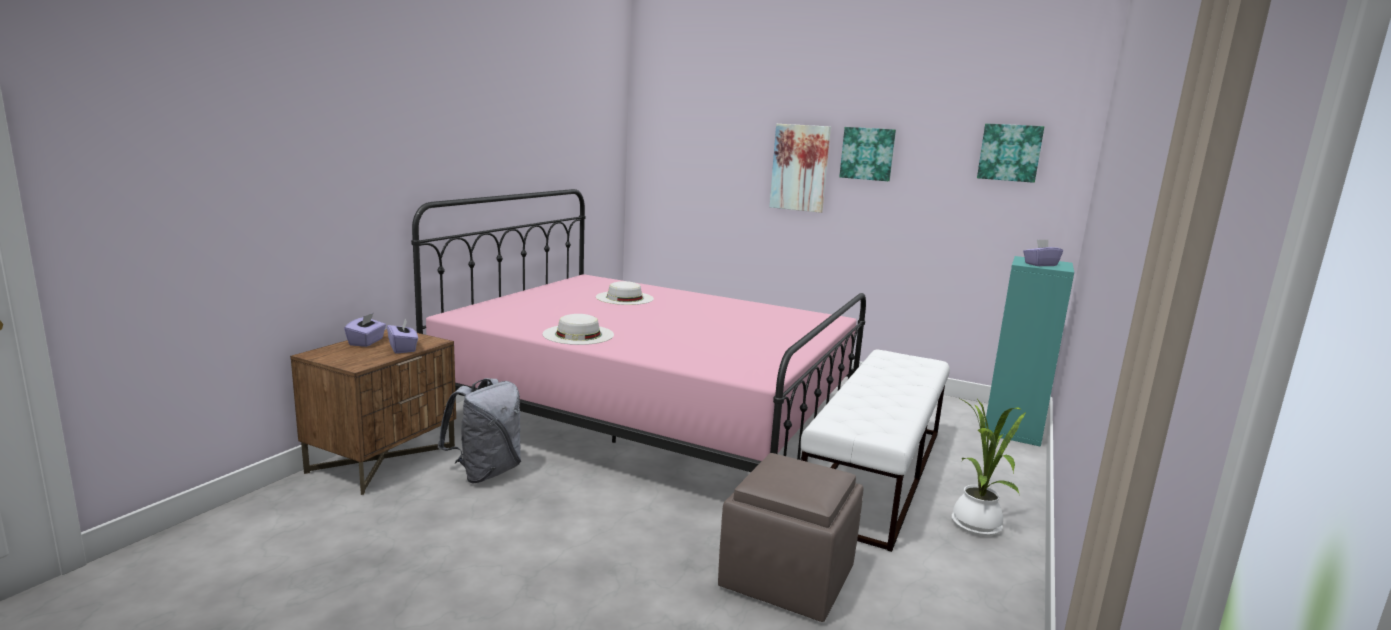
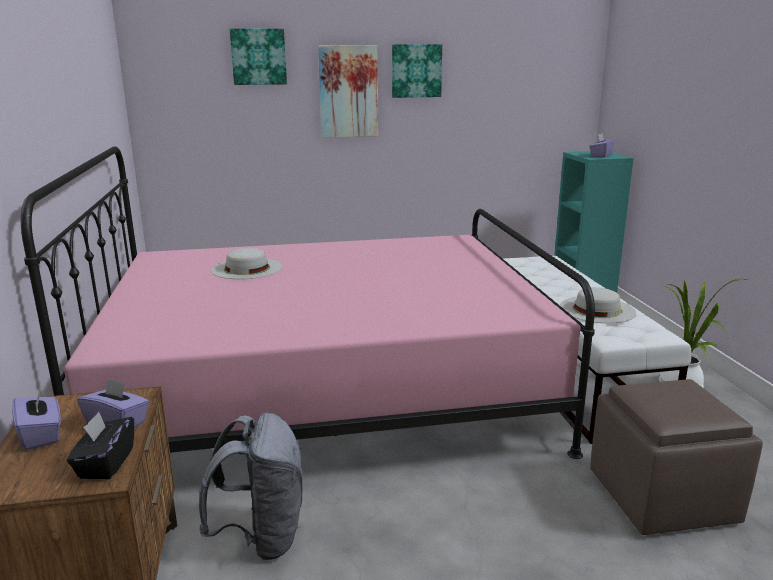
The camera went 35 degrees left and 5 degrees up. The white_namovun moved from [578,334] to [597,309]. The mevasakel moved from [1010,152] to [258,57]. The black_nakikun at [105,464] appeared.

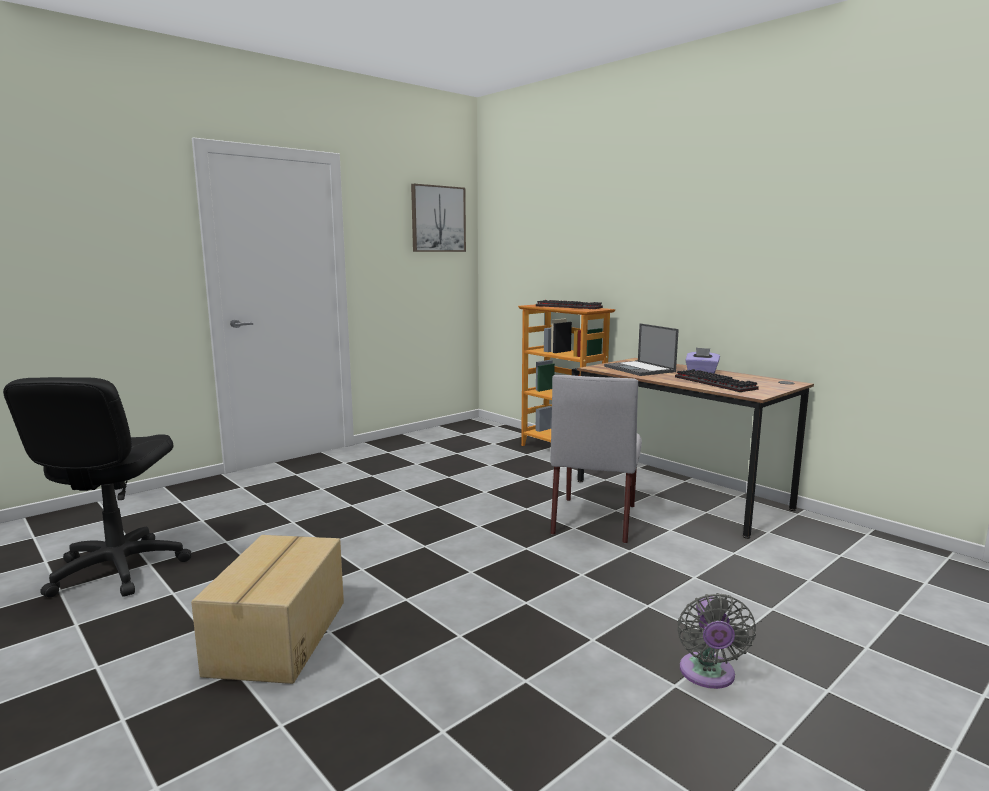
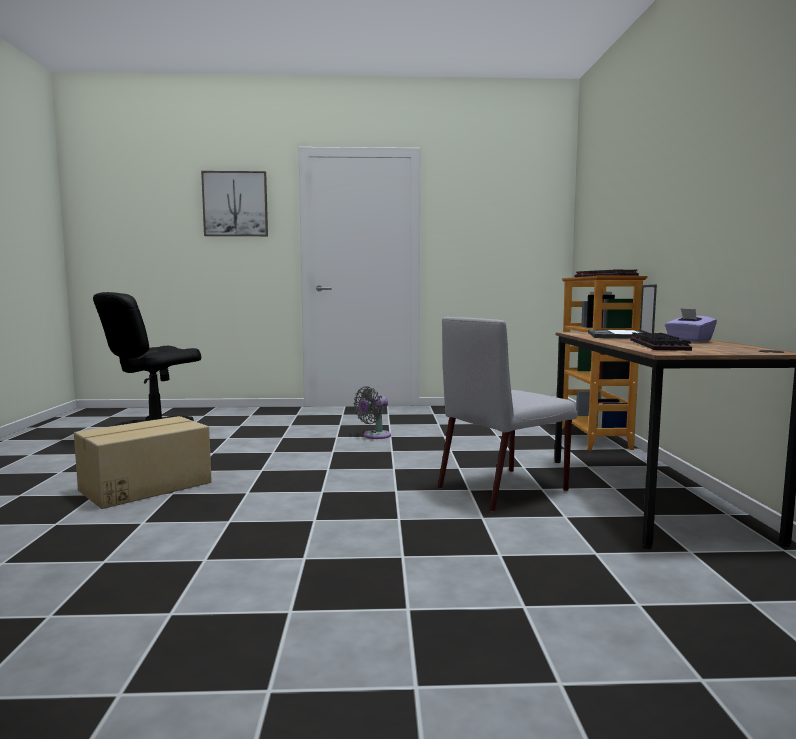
The camera went 40 degrees right and 5 degrees down. The mevasakel moved from [438,219] to [235,204]. The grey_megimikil moved from [708,675] to [374,436].

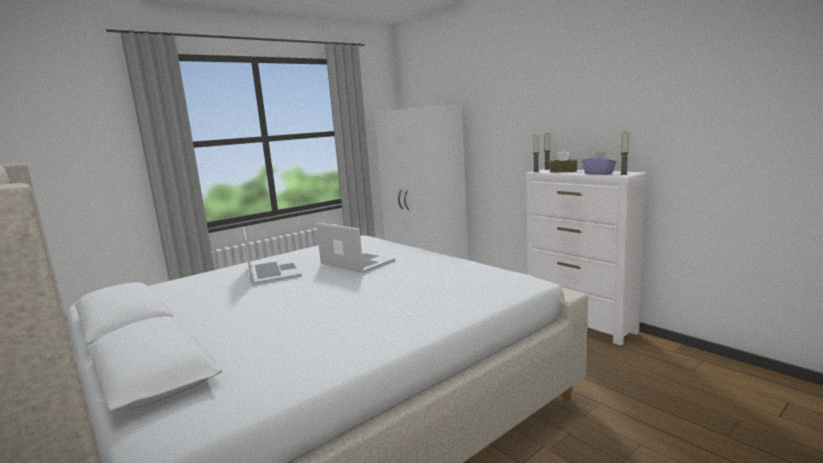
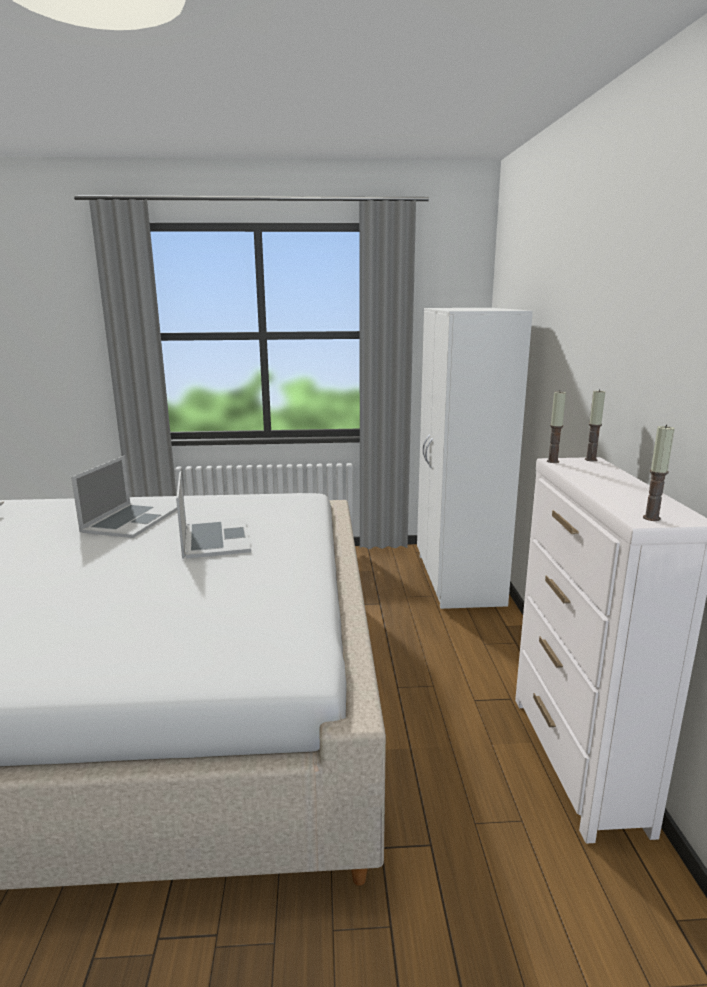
The camera went 35 degrees right and 5 degrees up. The brown_nakikun at [563,171] disappeared. The purple_nakikun at [598,173] disappeared.

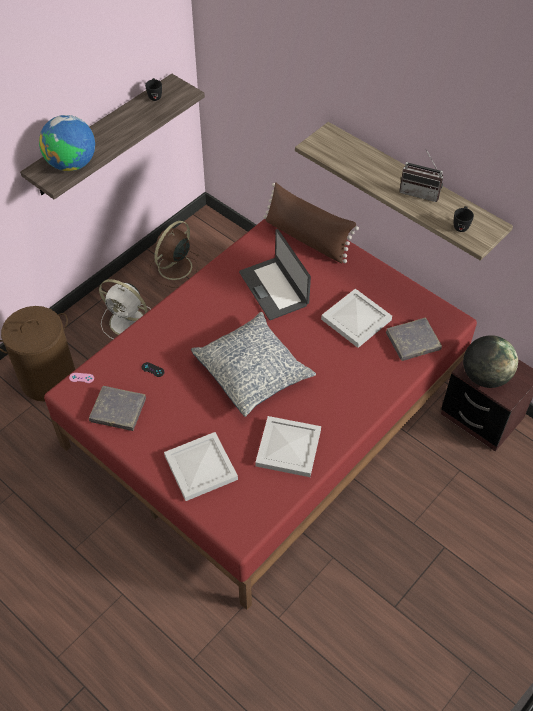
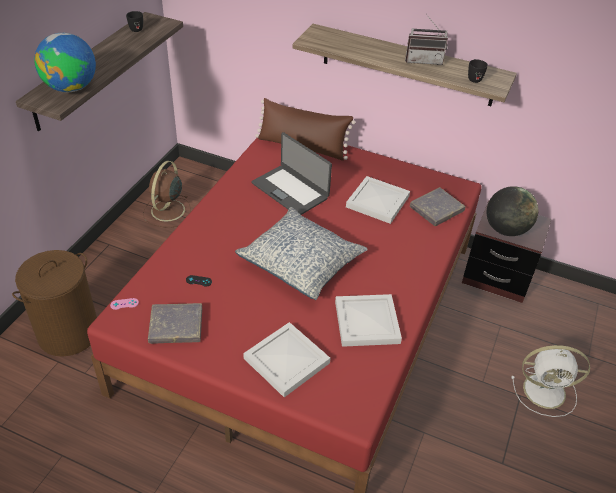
The camera went 20 degrees left and 10 degrees down. The white_megimikil moved from [129,322] to [546,391].

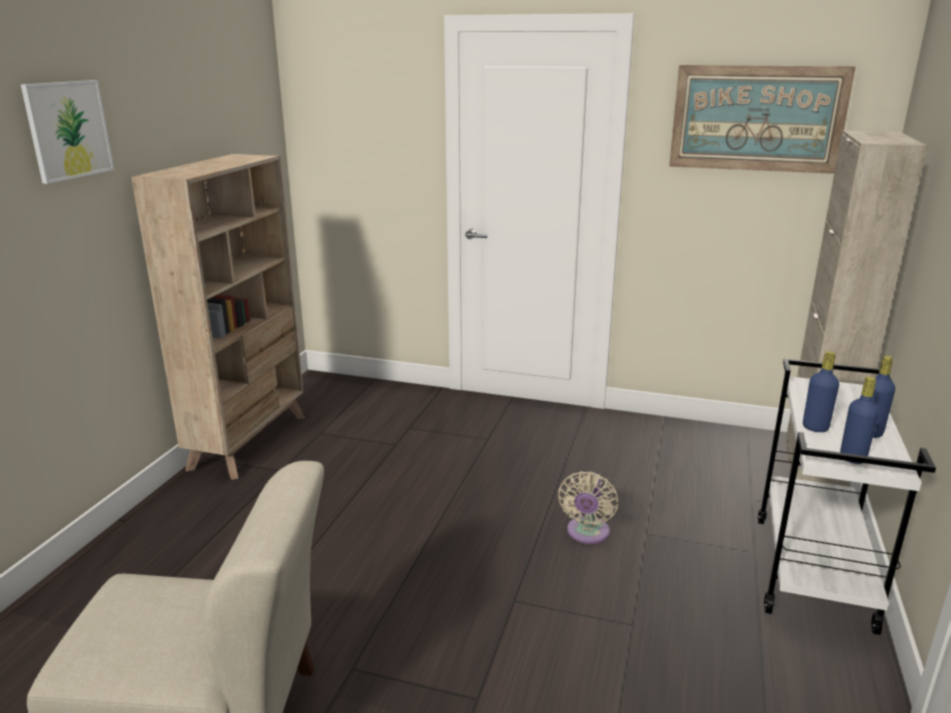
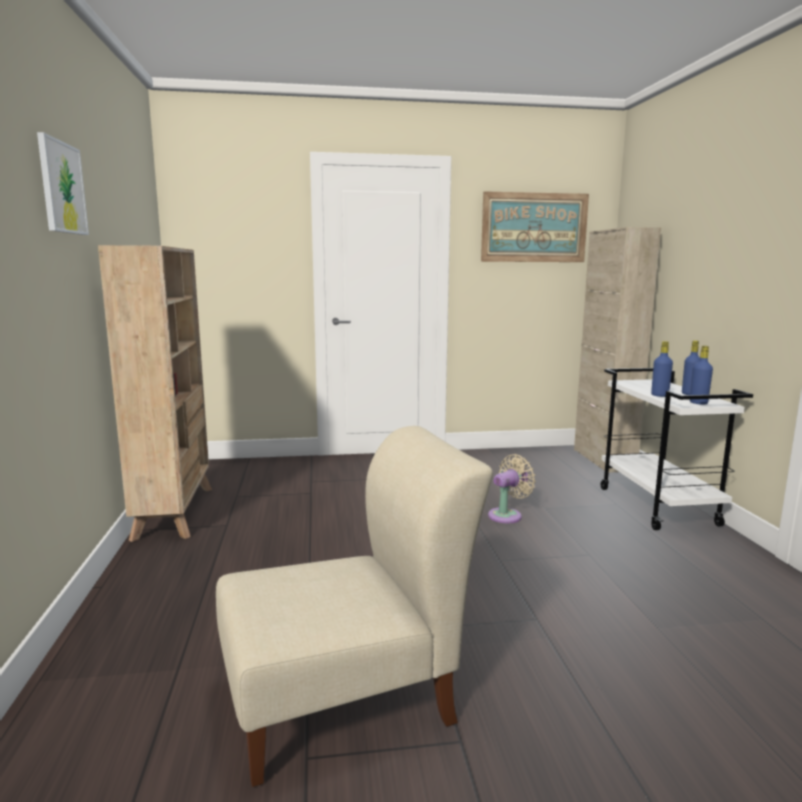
The camera went 25 degrees left and 10 degrees down. The beige_megimikil at [587,534] turned 120 degrees counterclockwise.

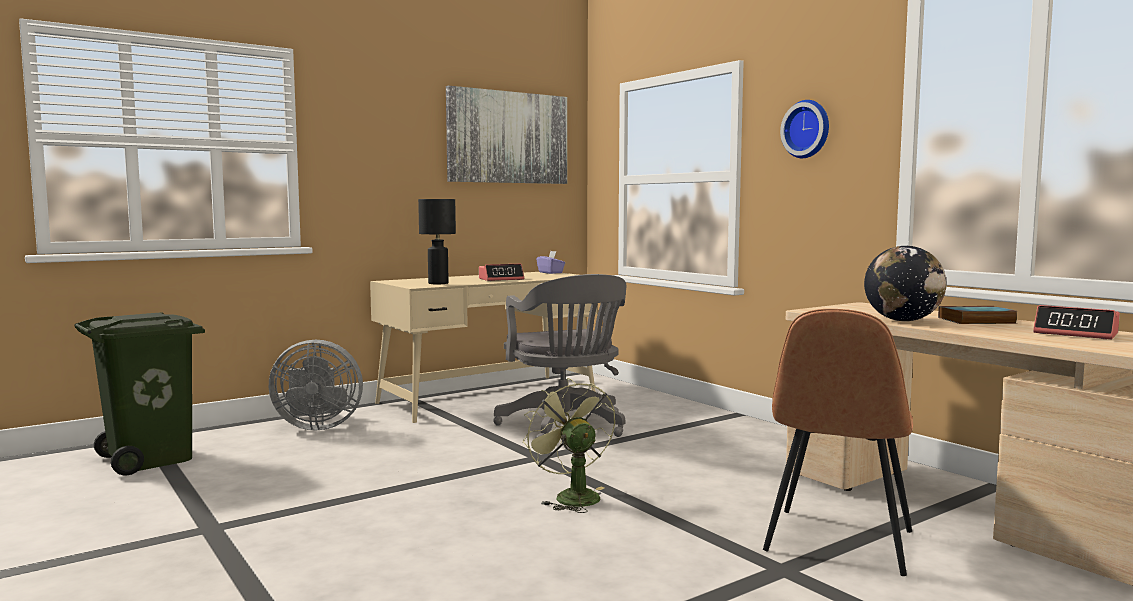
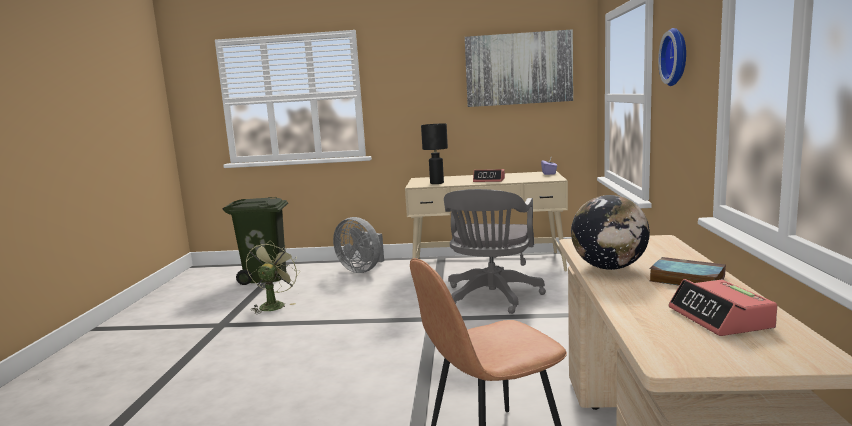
The camera went 40 degrees right and 5 degrees up. The green_megimikil moved from [571,496] to [273,305].

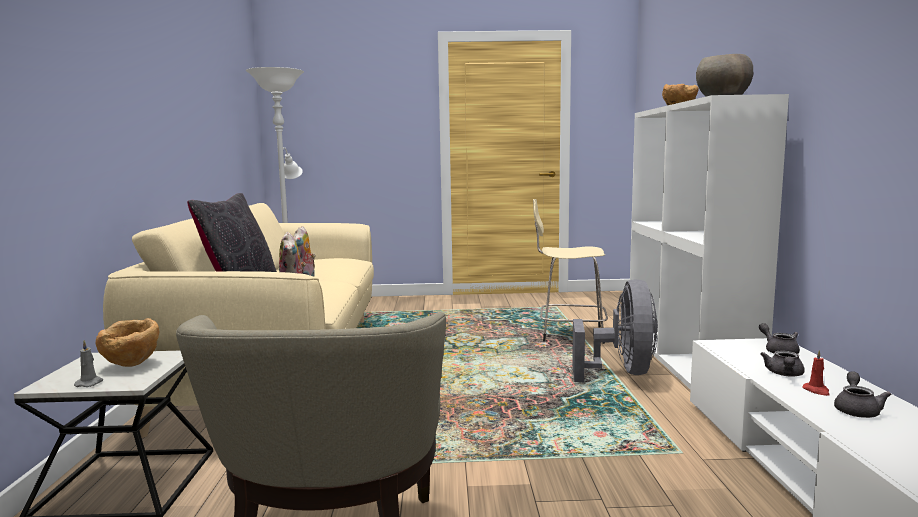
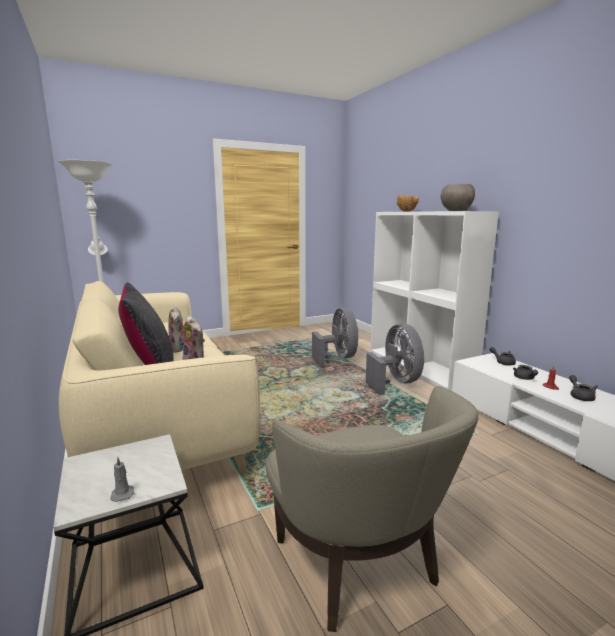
The camera went 25 degrees left and 5 degrees up. The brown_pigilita at [132,365] disappeared. The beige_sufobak at [569,334] was replaced by the grey_megimikil at [338,358].

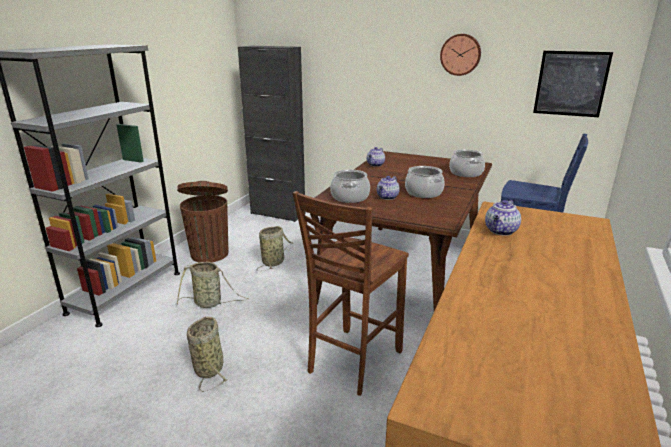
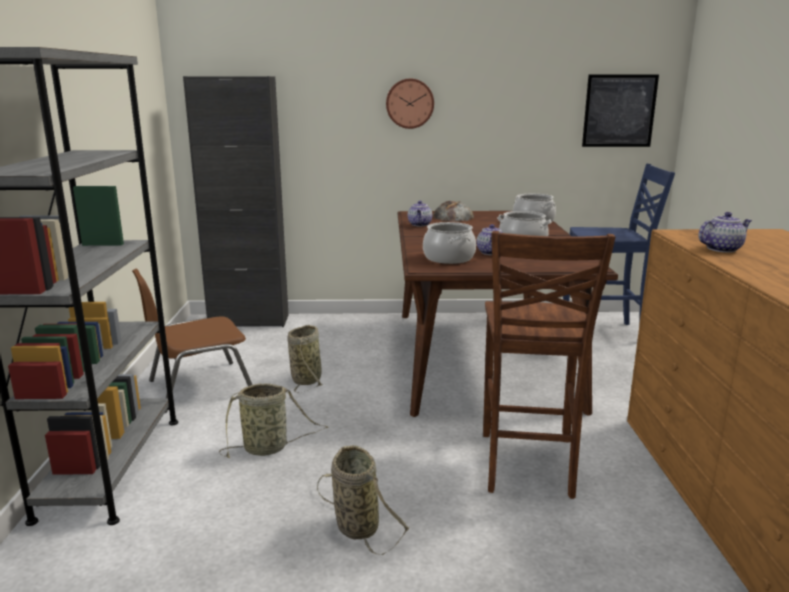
The camera went 25 degrees left and 5 degrees down. The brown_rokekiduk at [210,253] was replaced by the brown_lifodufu at [198,387]. The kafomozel moved from [460,54] to [409,103]. The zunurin at [501,231] turned 120 degrees counterclockwise. The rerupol at [453,216] appeared.

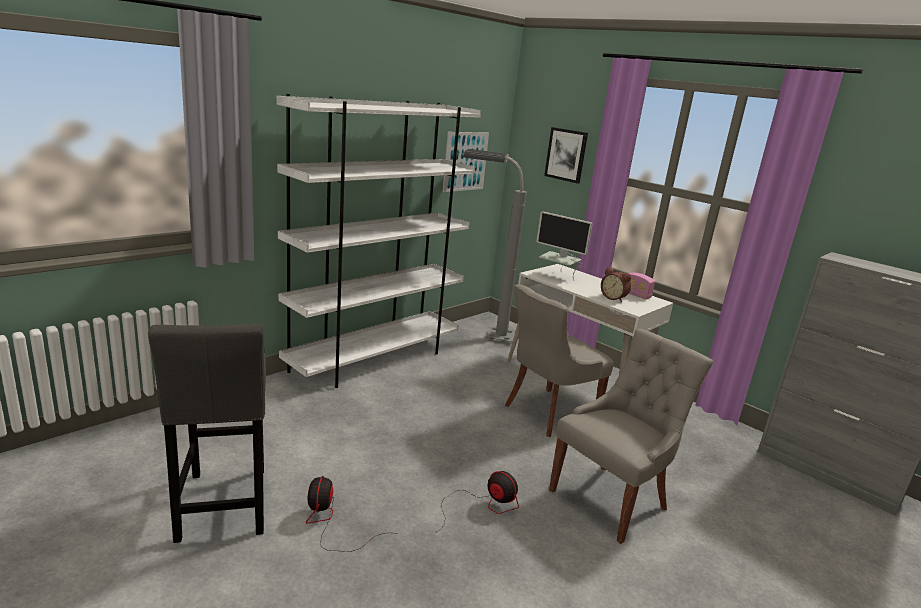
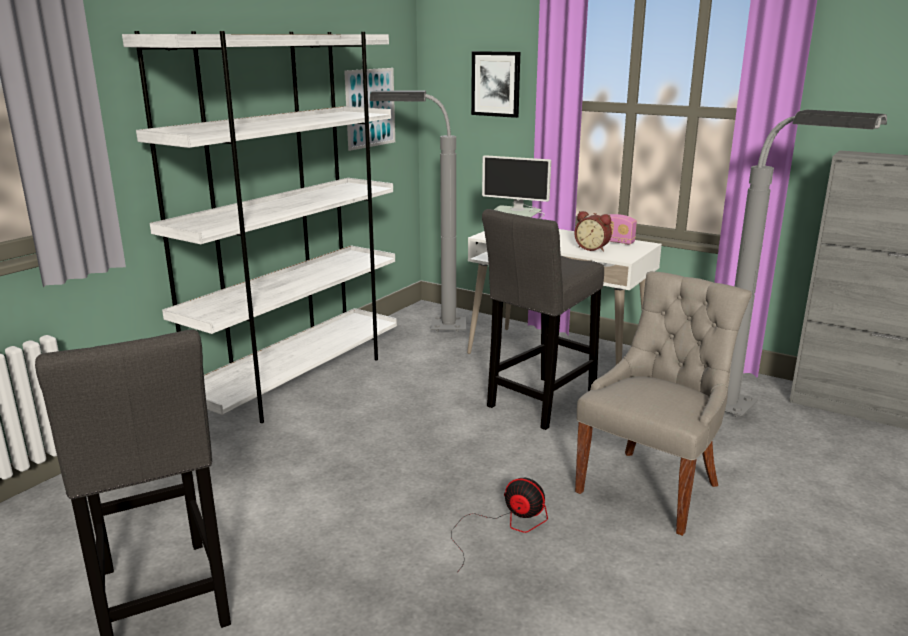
The camera went 10 degrees left and 0 degrees up. The megimikil at [331,523] disappeared. The grey_lifodufu at [547,413] was replaced by the grey_sufobak at [539,404]. The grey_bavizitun at [760,415] appeared.

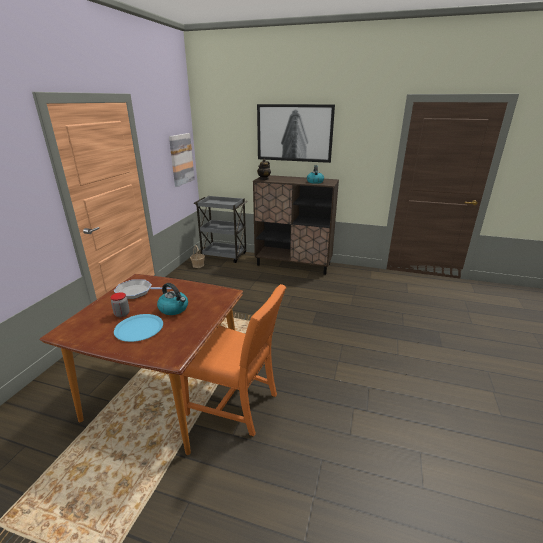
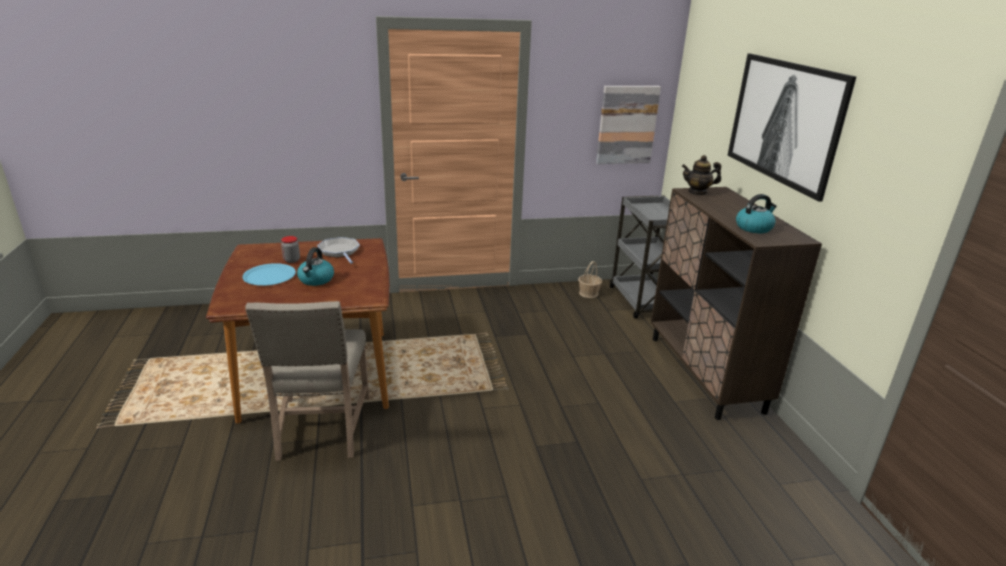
The camera went 60 degrees right and 0 degrees up. The orange_lifodufu at [236,403] became the beige_lifodufu at [321,429].

